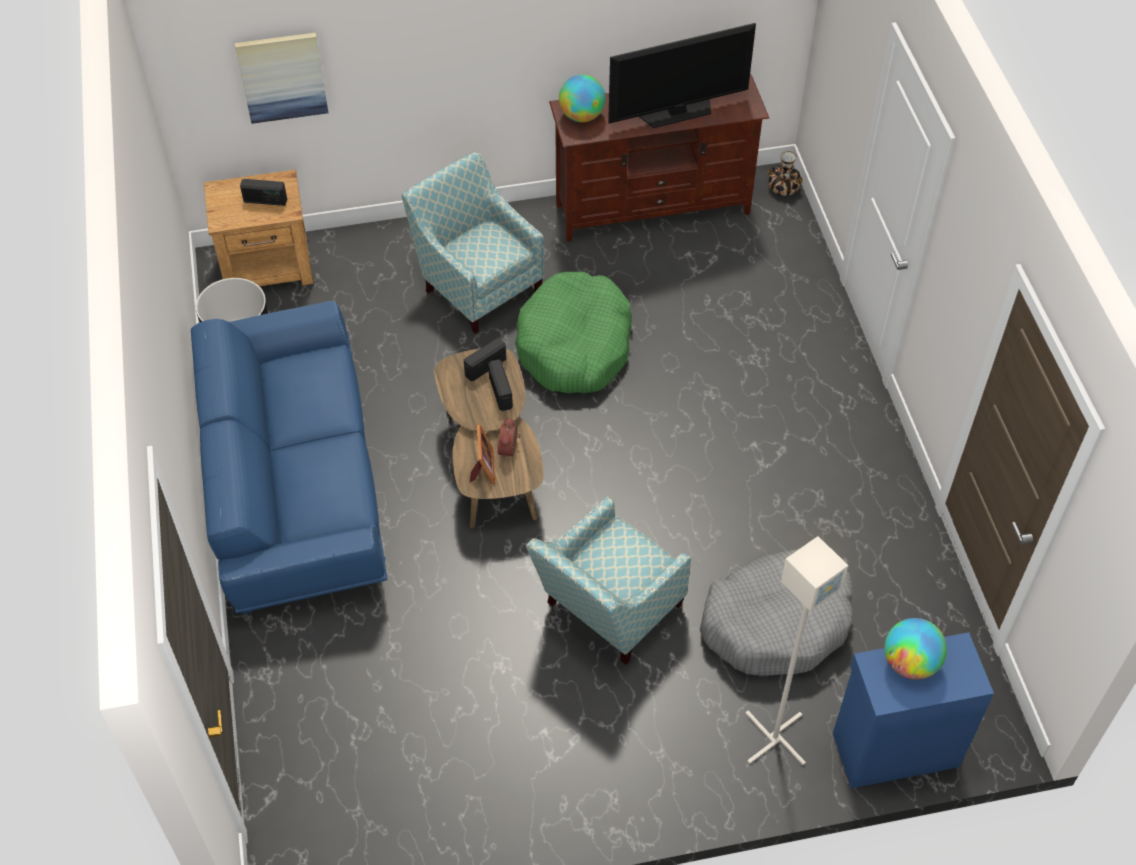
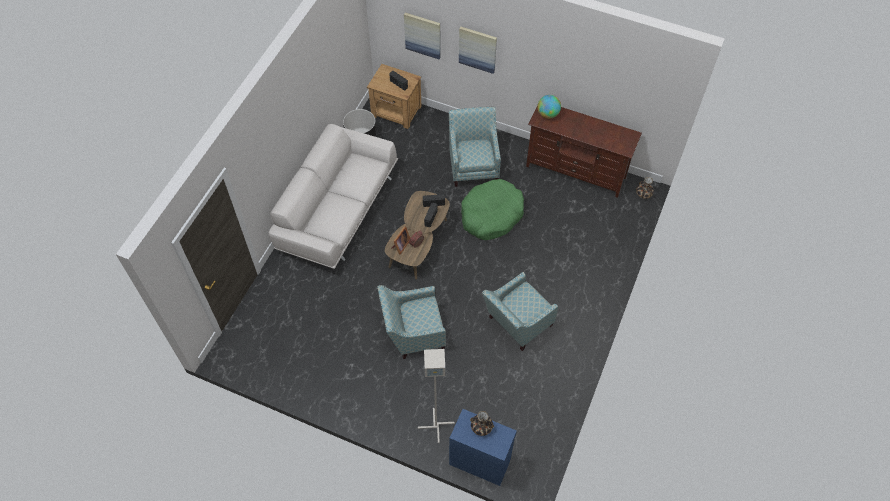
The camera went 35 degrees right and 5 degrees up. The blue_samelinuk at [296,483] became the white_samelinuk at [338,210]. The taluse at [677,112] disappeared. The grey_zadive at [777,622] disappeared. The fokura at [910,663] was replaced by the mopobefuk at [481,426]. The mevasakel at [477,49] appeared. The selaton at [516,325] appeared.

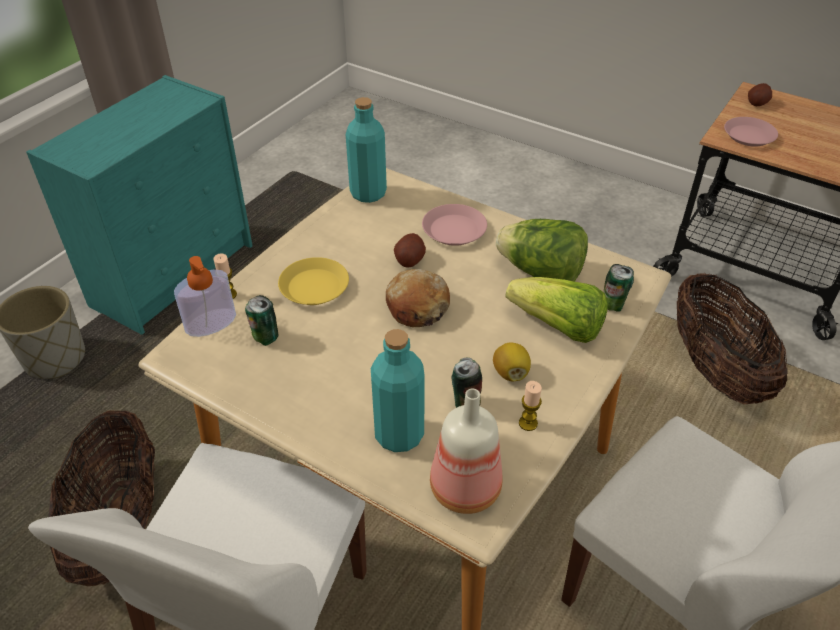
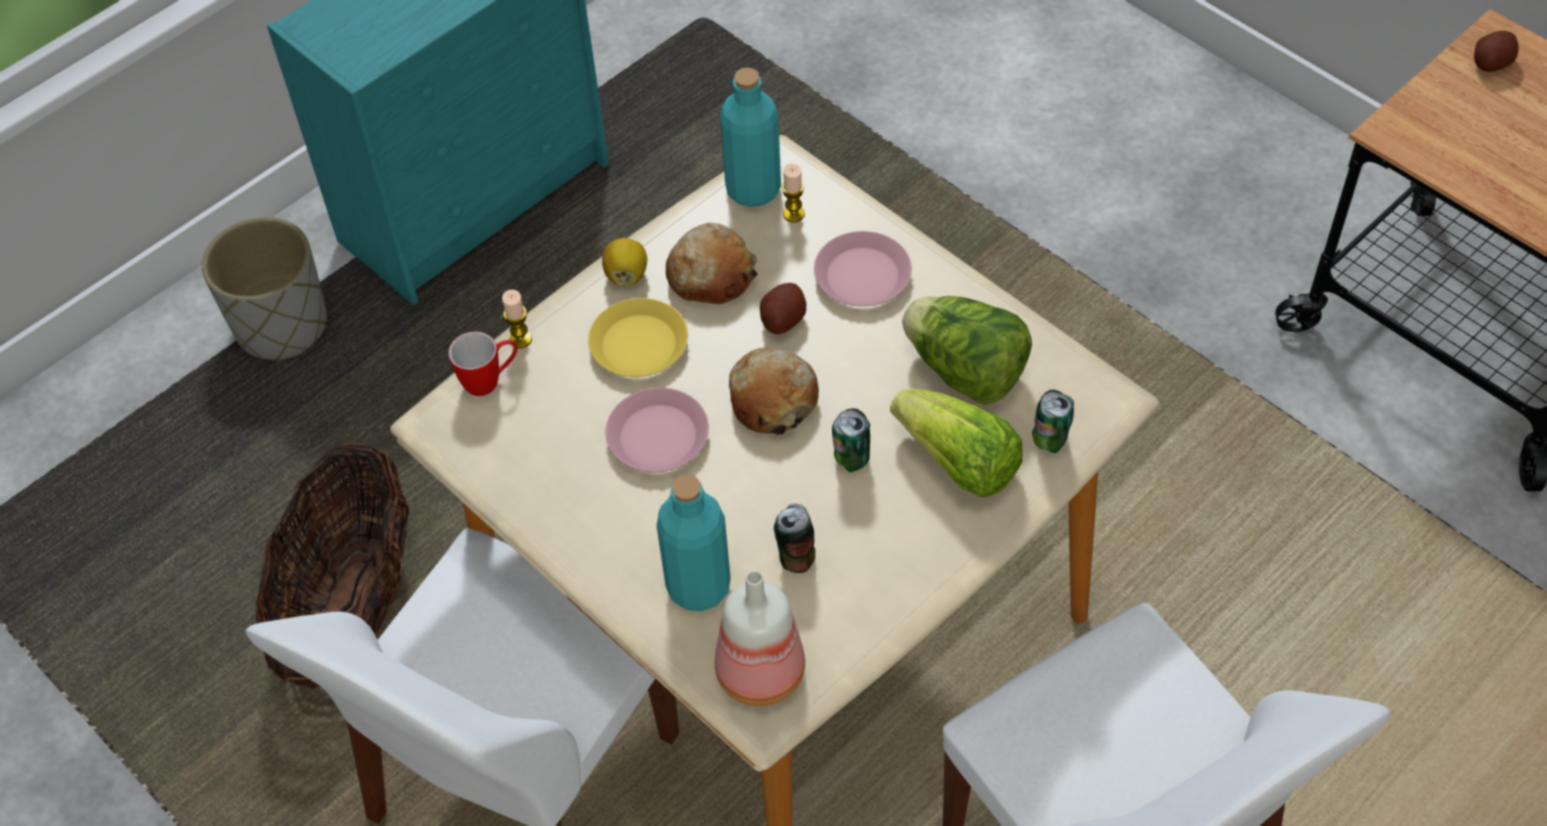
The camera went 15 degrees right and 10 degrees up. The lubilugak at [211,322] was replaced by the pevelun at [490,381]. The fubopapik moved from [265,338] to [851,460]. The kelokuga moved from [510,373] to [626,275]. The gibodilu moved from [528,423] to [793,214]. The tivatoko at [715,369] disappeared. The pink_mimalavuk moved from [749,136] to [658,436]. The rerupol at [711,275] appeared.

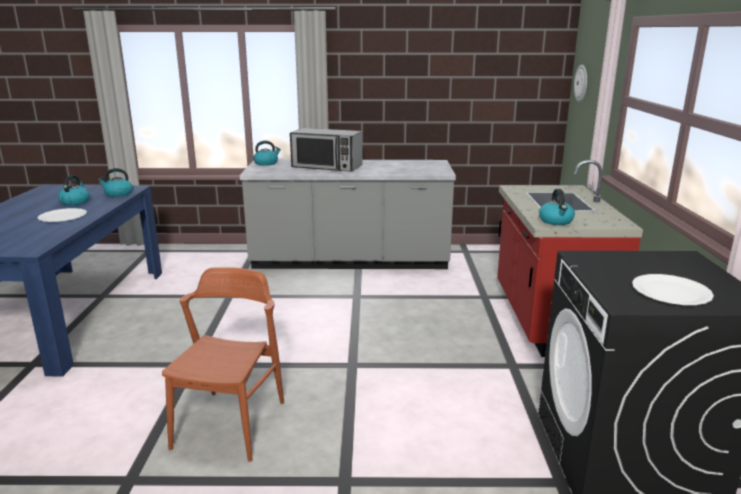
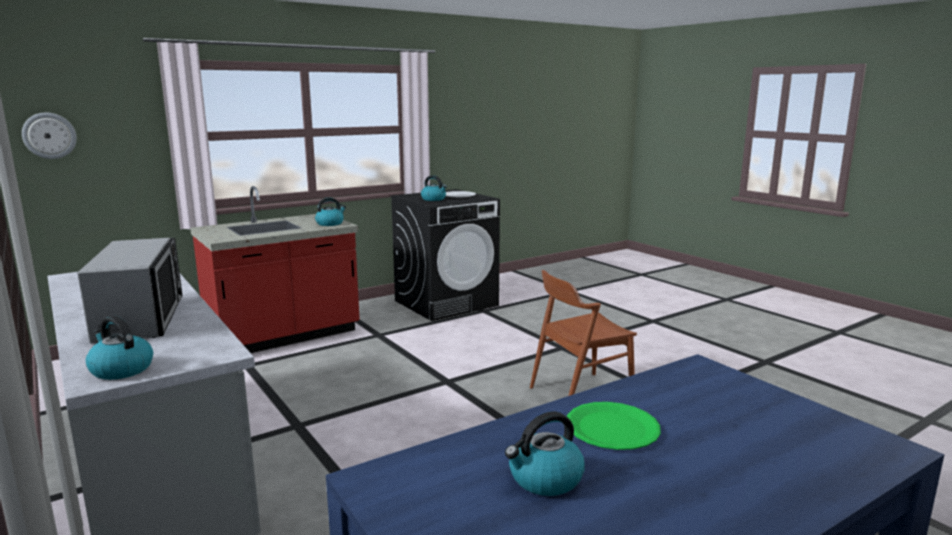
The camera went 125 degrees left and 5 degrees down. The white_mimalavuk at [62,217] became the green_mimalavuk at [612,428]. The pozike moved from [118,194] to [434,199].

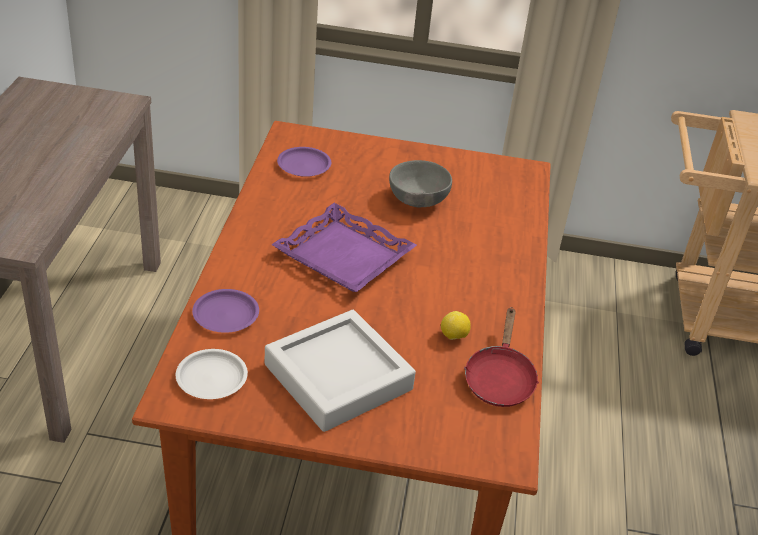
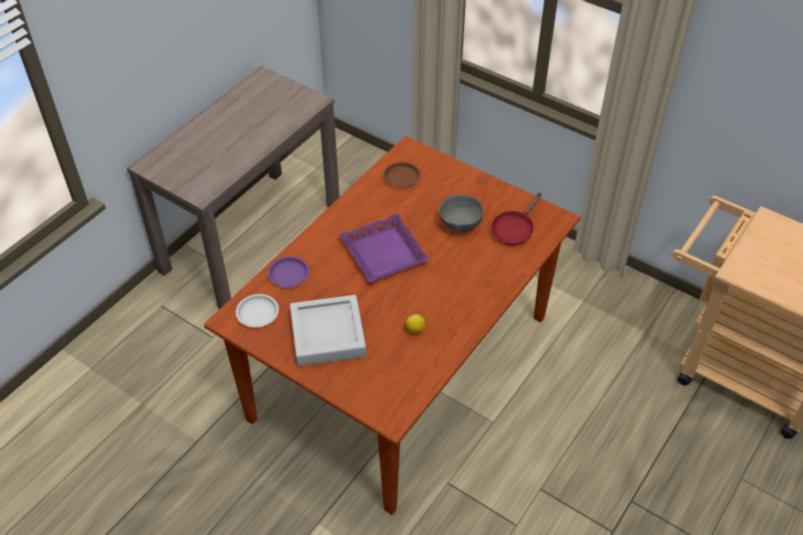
The camera went 30 degrees right and 10 degrees up. The purple_mimalavuk at [304,165] became the brown_mimalavuk at [402,177]. The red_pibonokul moved from [499,379] to [514,230].

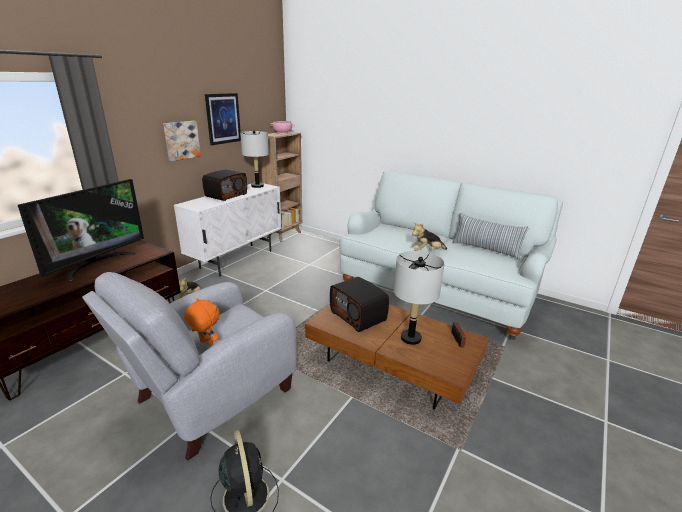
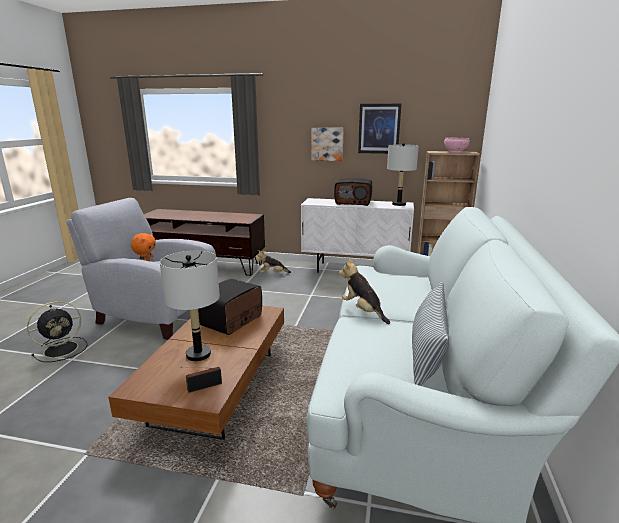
The camera went 70 degrees right and 5 degrees down. The taluse at [97,263] disappeared.

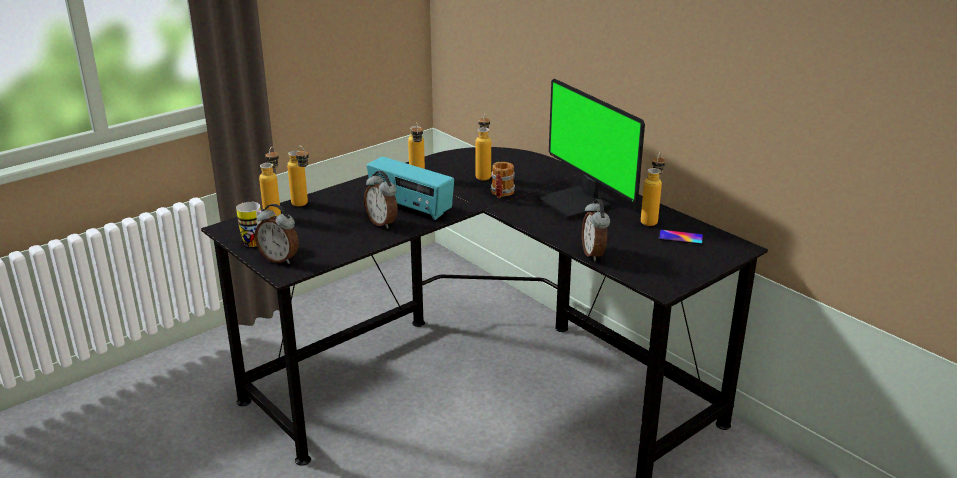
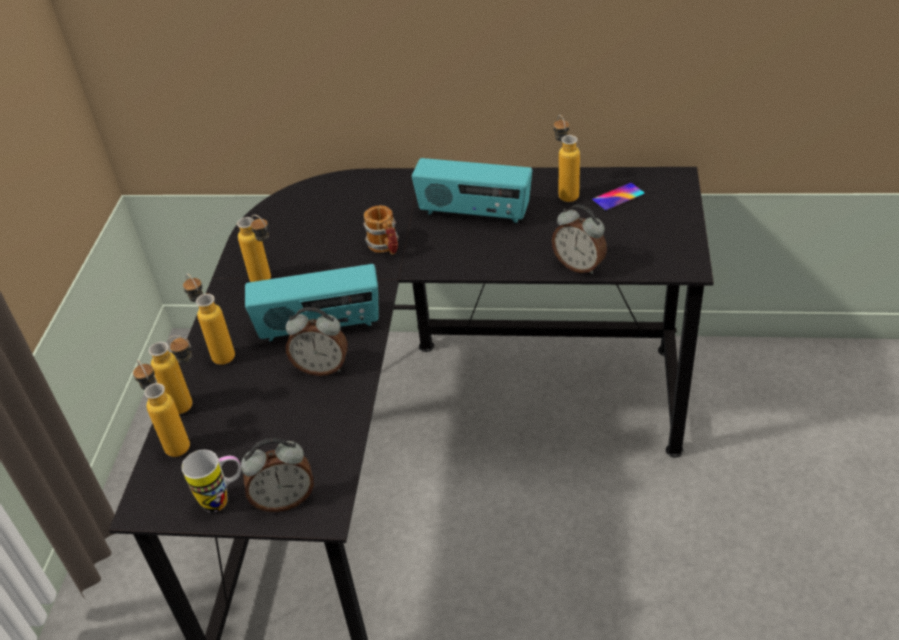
The camera went 40 degrees left and 15 degrees up. The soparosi moved from [483,175] to [218,352]. The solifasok at [577,203] was replaced by the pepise at [474,213].

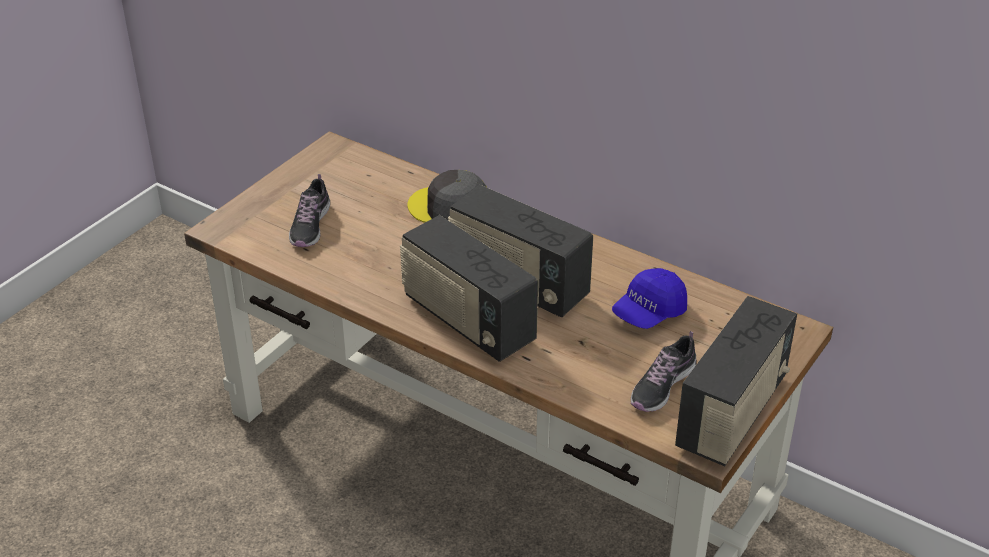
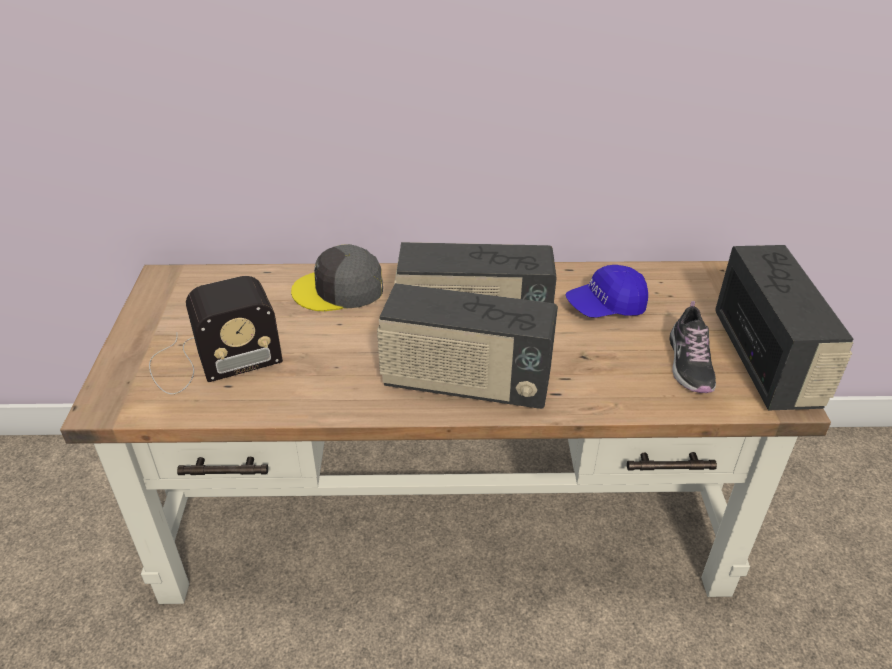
The camera went 35 degrees left and 0 degrees up. The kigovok at [310,226] was replaced by the pepise at [210,361]. The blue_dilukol at [649,313] turned 60 degrees clockwise.

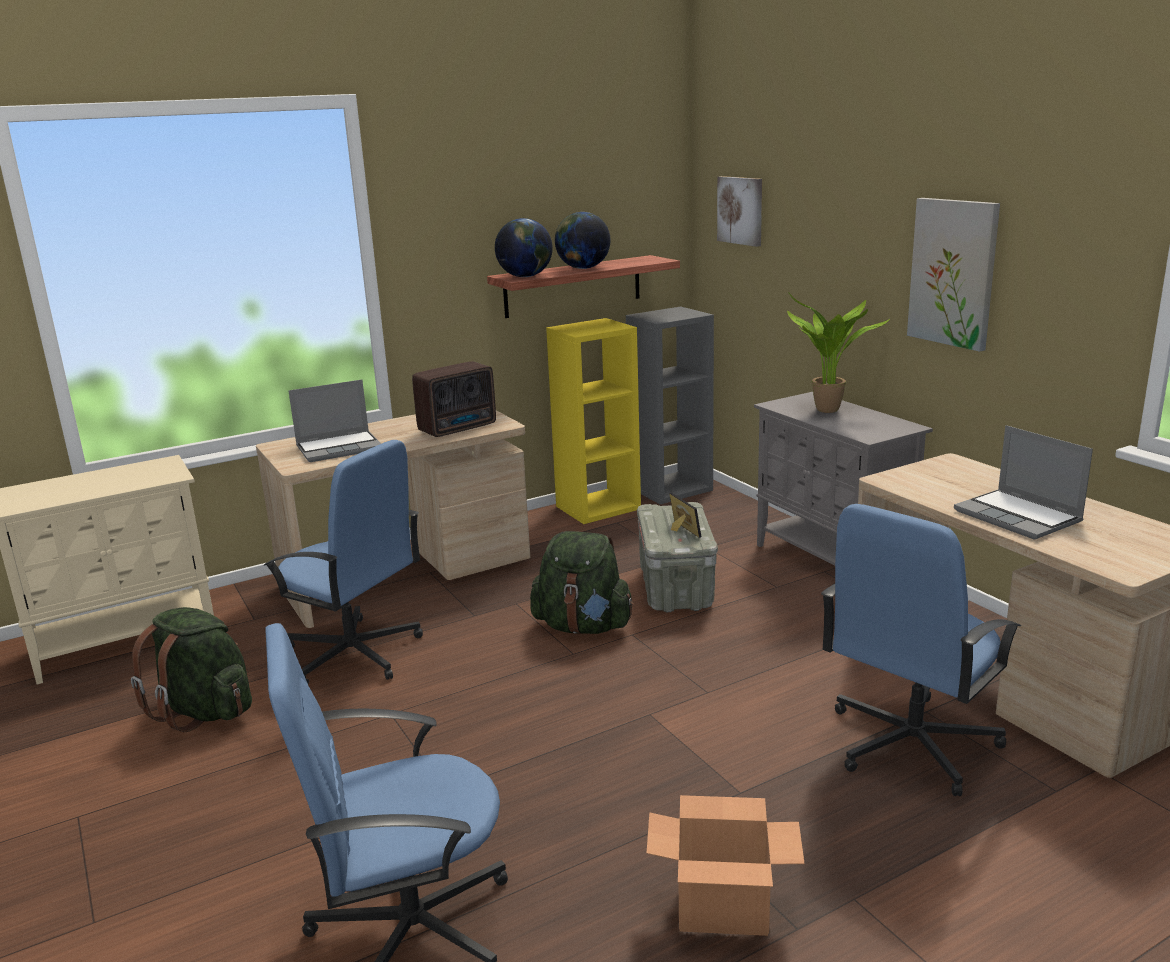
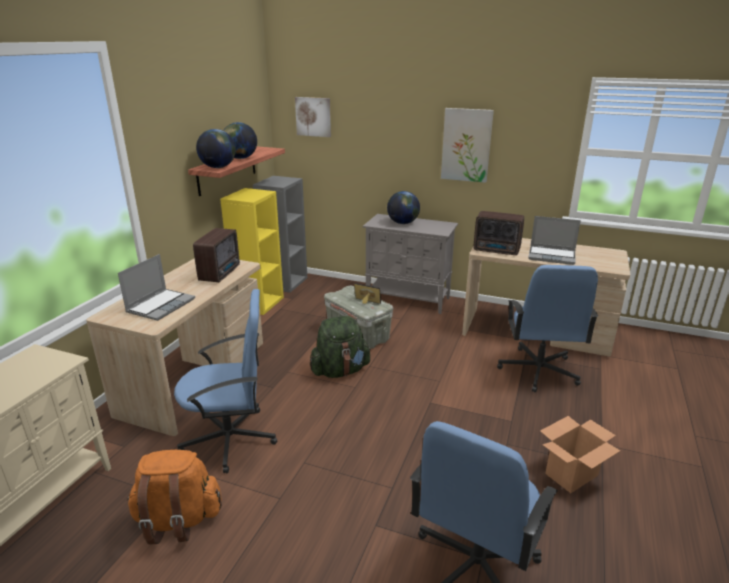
The camera went 40 degrees left and 5 degrees up. The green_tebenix at [205,711] became the orange_tebenix at [178,520]. The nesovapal at [828,411] was replaced by the fokura at [403,223]. The pepise at [497,251] appeared.

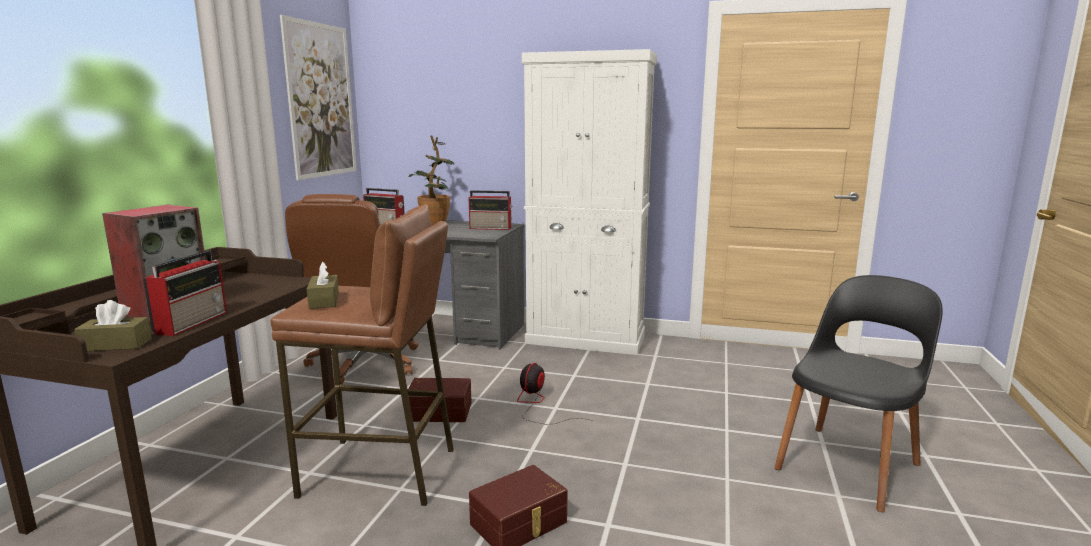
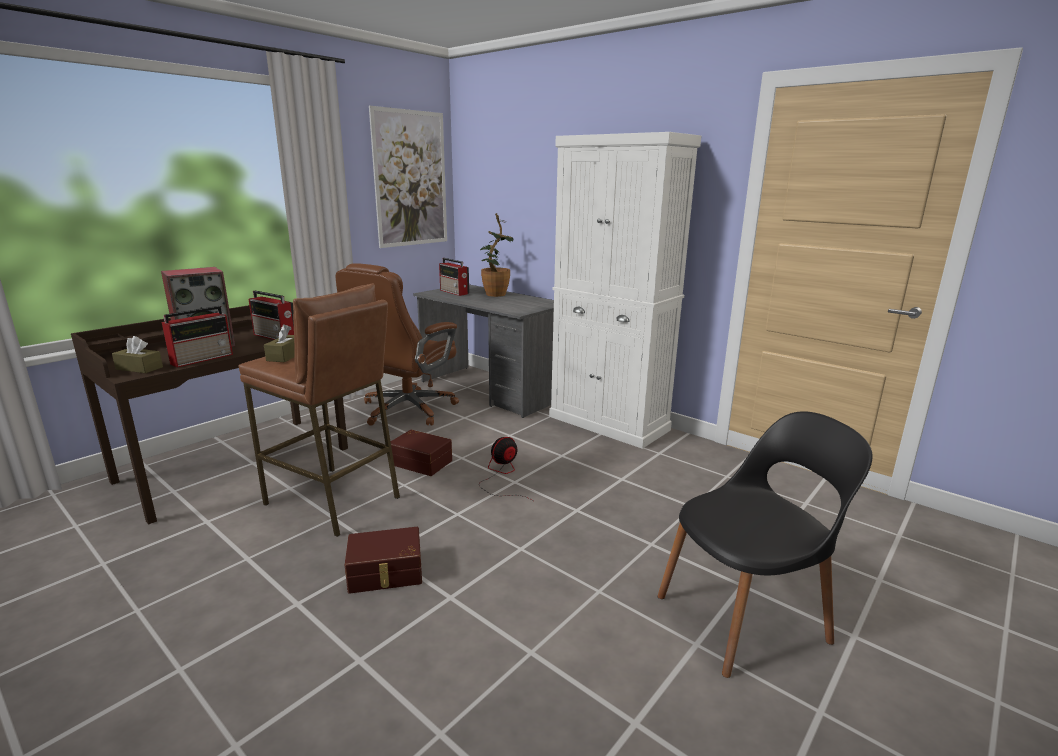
The camera went 25 degrees right and 5 degrees up. The pepise moved from [491,228] to [275,336].

